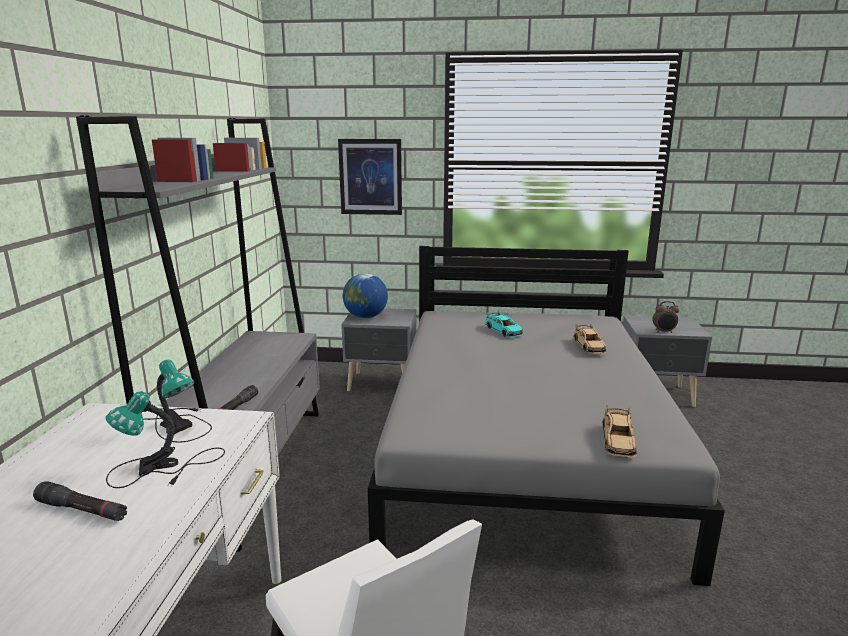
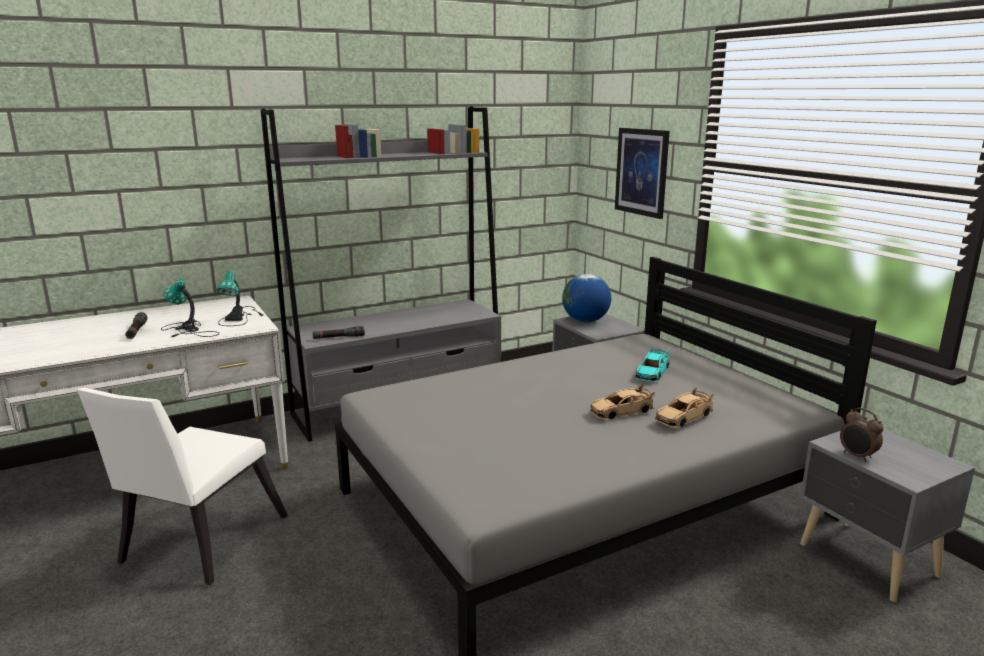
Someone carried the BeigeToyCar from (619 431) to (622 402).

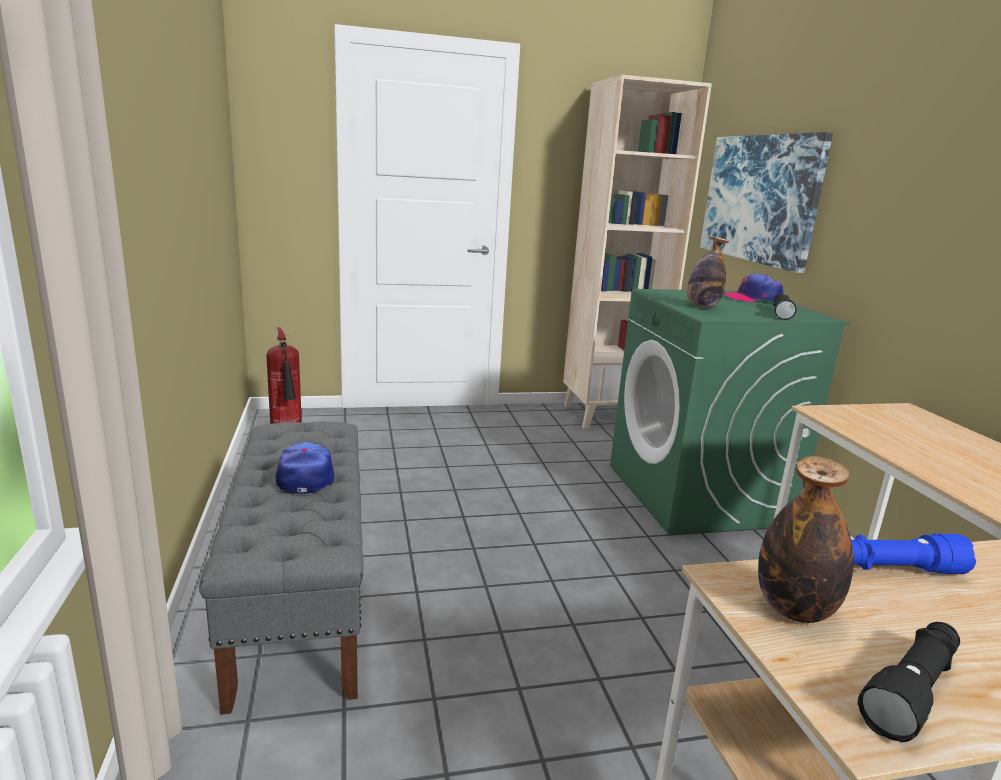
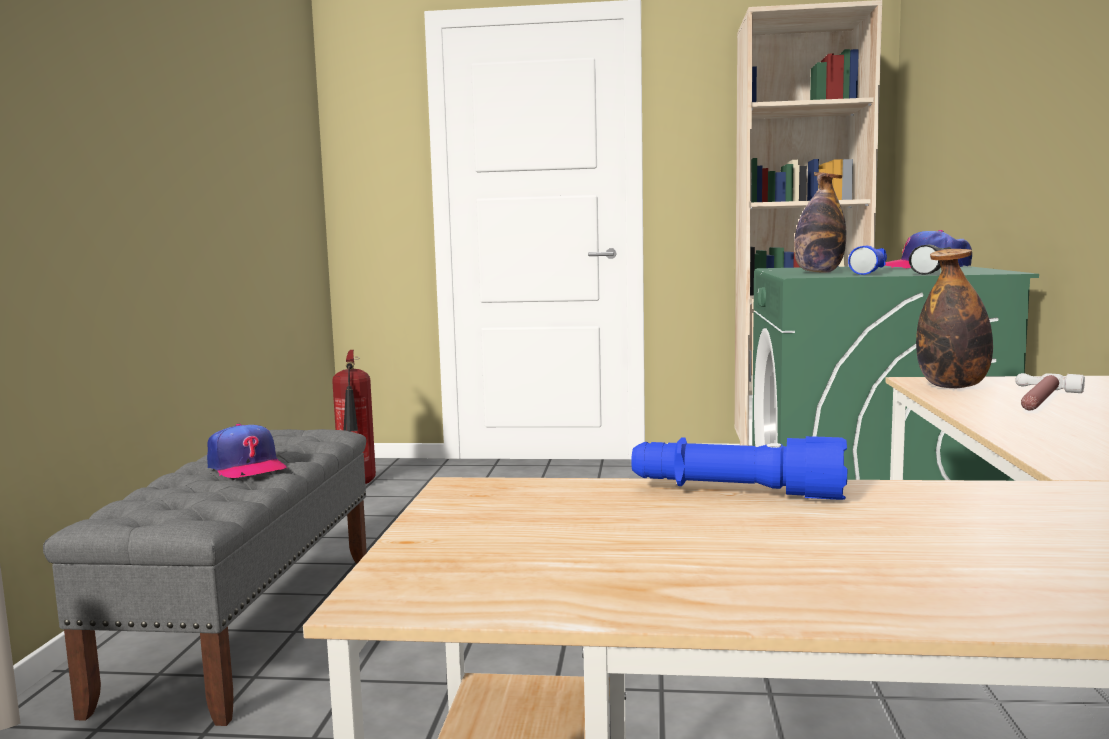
Someone took away the WallPicture at (766 202). Someone rotated the Cap at (305 468) by 135 degrees clockwise. Someone carried the BeverageBottle from (805 539) to (954 318). Someone took away the BlackColouredTorch at (908 682). Someone put down the BlueColouredTorch at (867 260). Someone put down the Hammer at (1050 391).

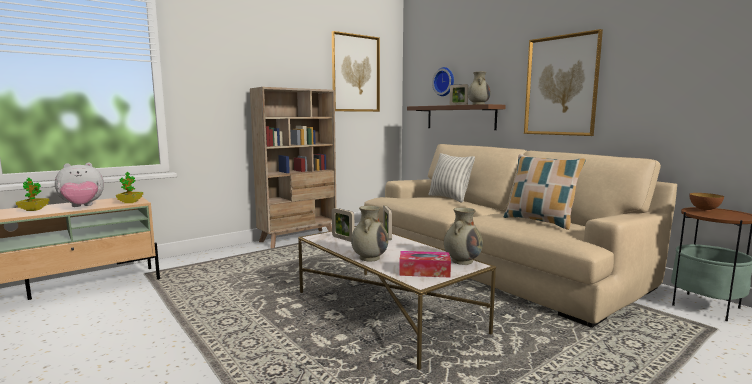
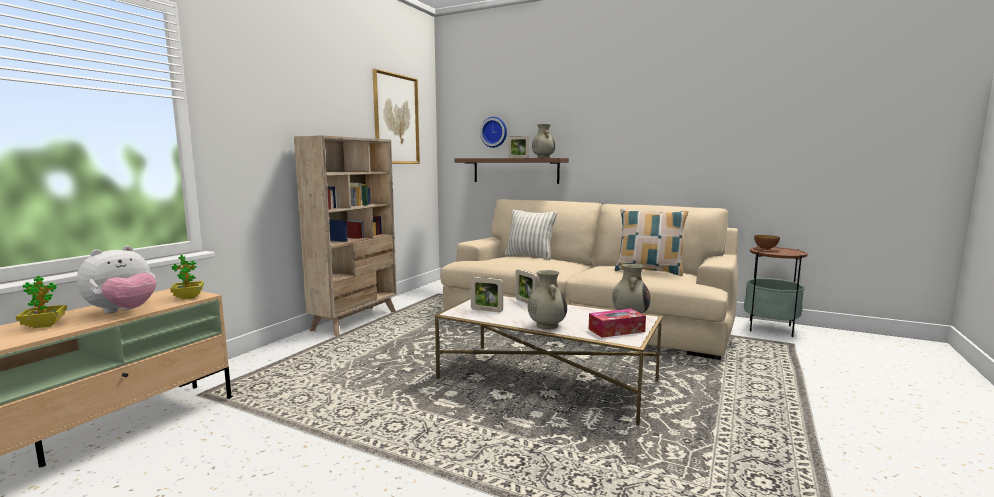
Someone took away the WallPicture at (563 82).

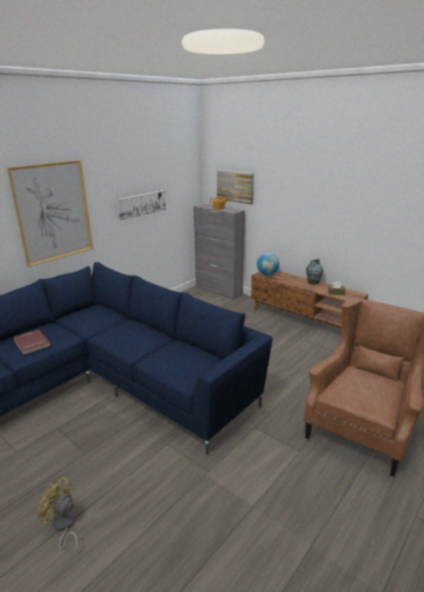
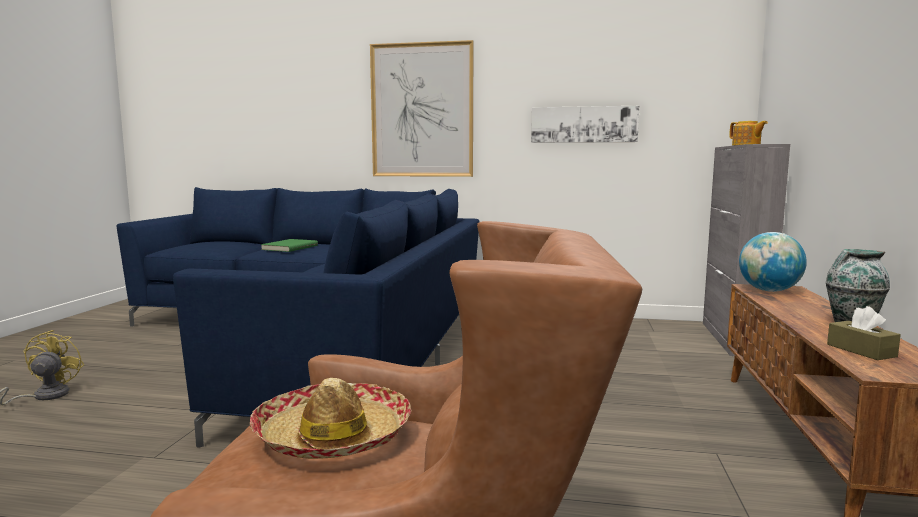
Someone took away the WallPicture at (235 187). Someone repainted the RedVolume at (32 342), which became the GreenishVolume at (289 245). Someone put down the ClothingHat at (330 418).

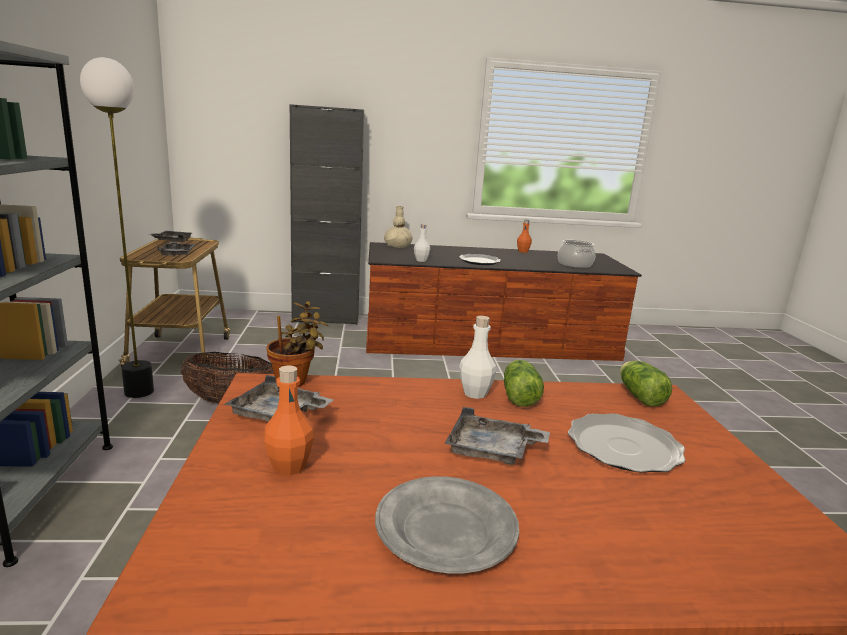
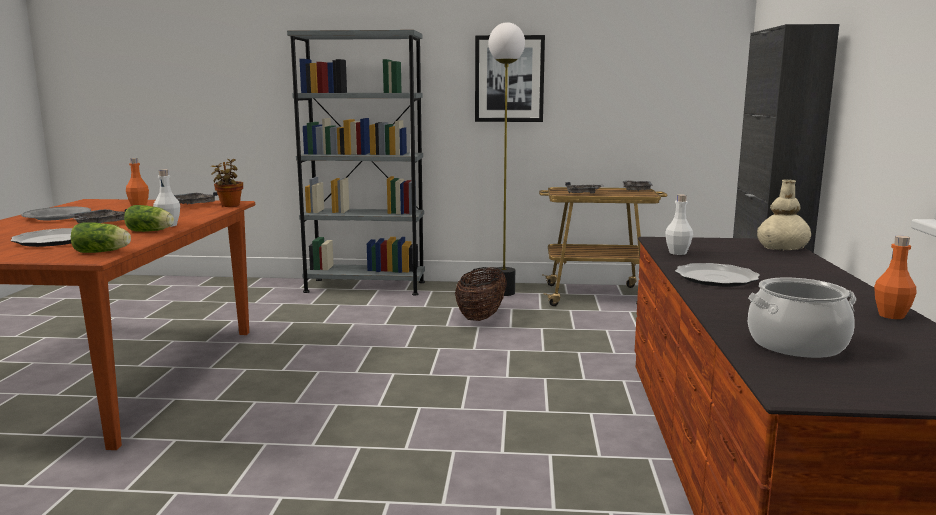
Someone put up the WallPicture at (510 78).

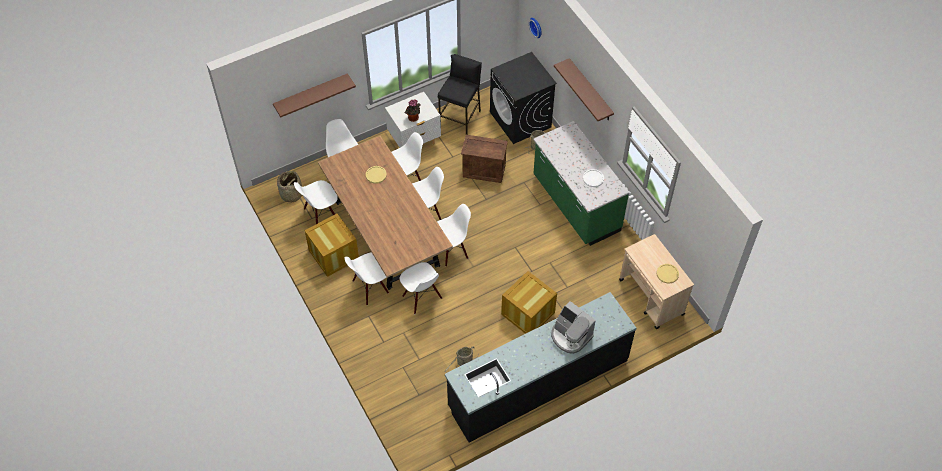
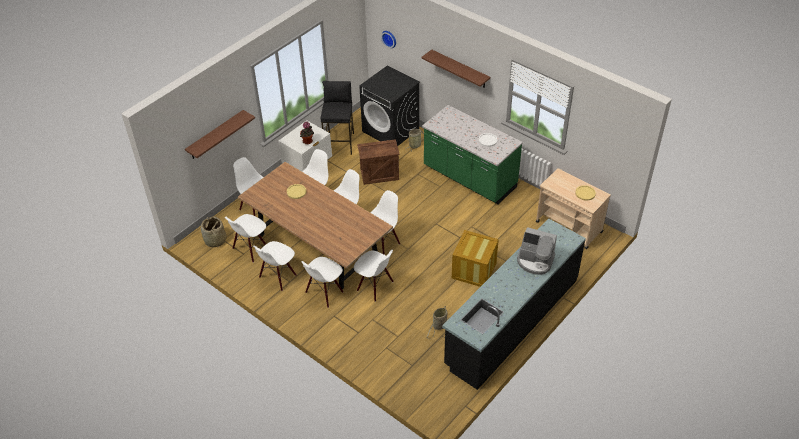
Someone swapped the Crate at (331 245) for the WhitishChair at (275 266).

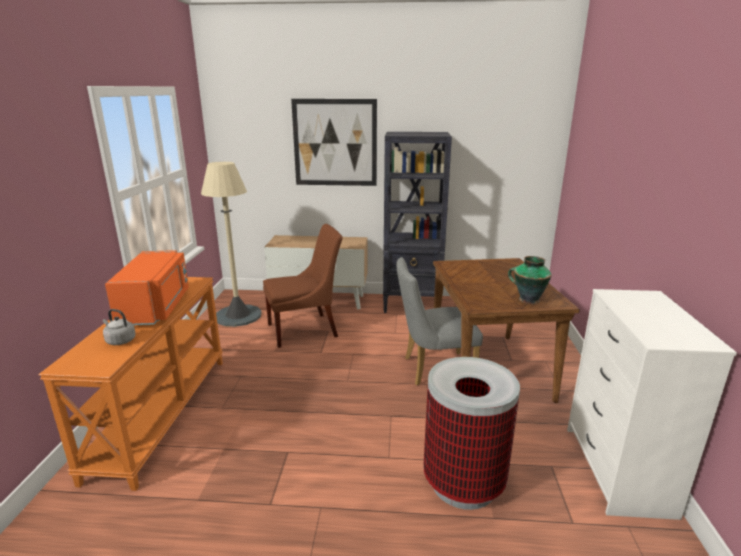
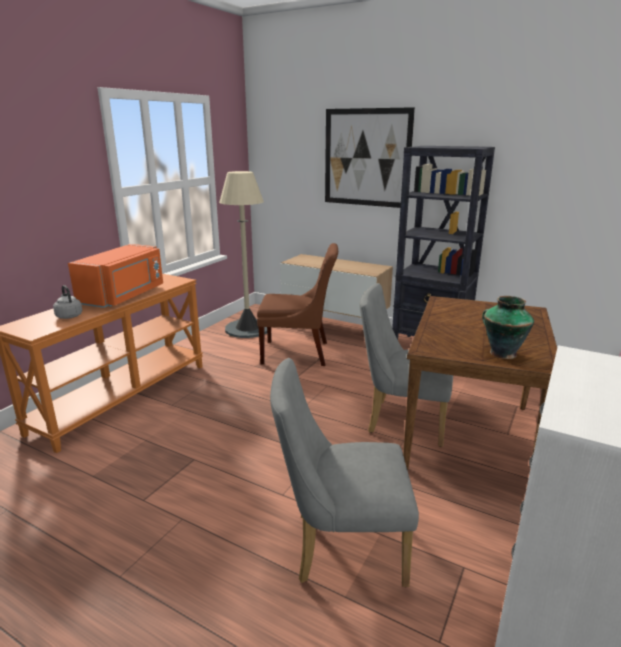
Someone swapped the WasteBin at (471 433) for the GreyishChair at (344 472).

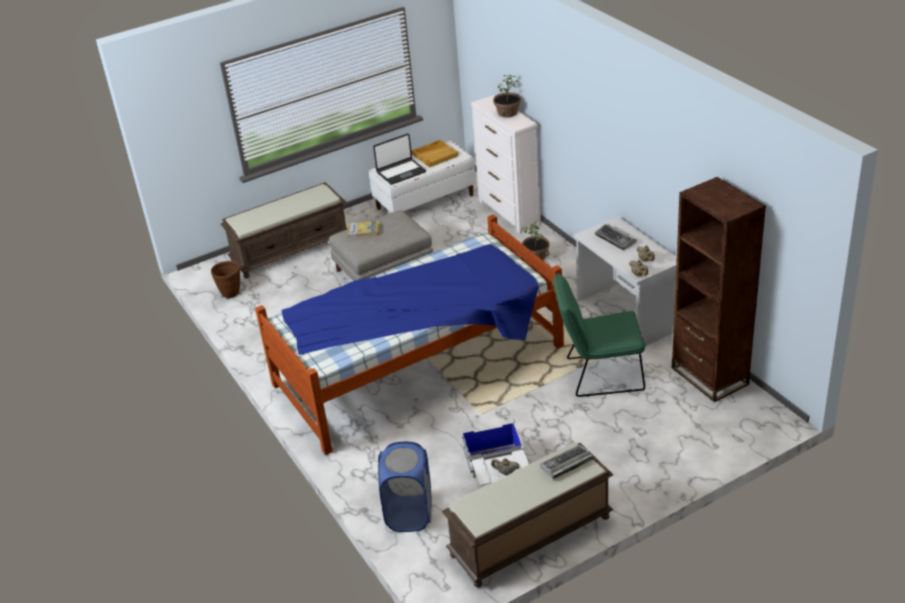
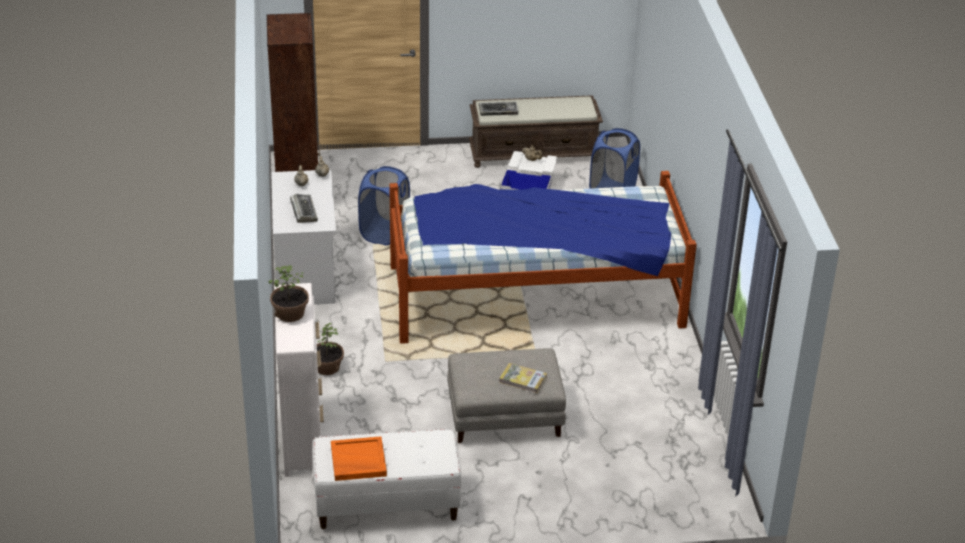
Someone took away the NotebookComputer at (399 159). Someone repainted the BeigeTray at (434 153), which became the OrangeTray at (359 458). Someone took away the BrownishIndoorBench at (284 230). Someone took away the BrownishFlowerPot at (225 279). Someone swapped the GreenishChair at (599 335) for the BlueColouredHamper at (384 205).

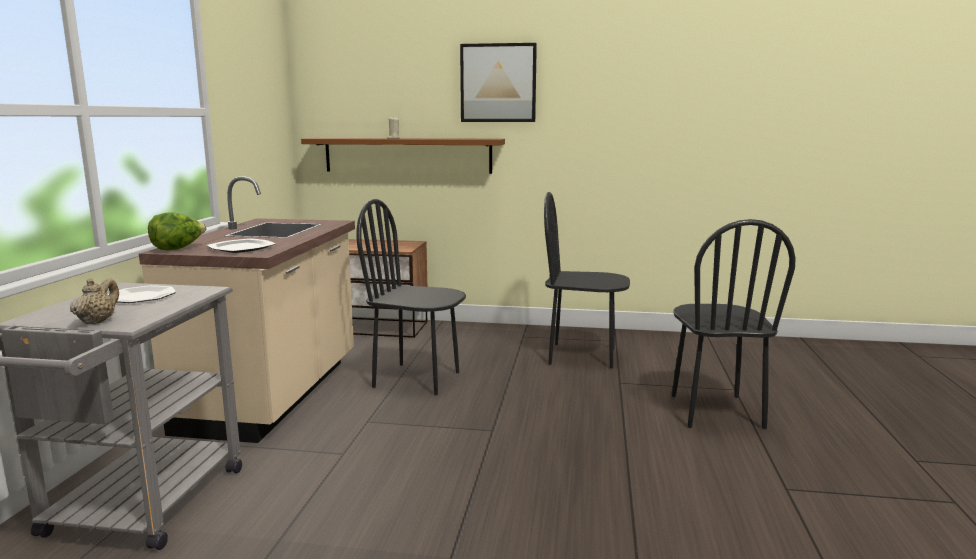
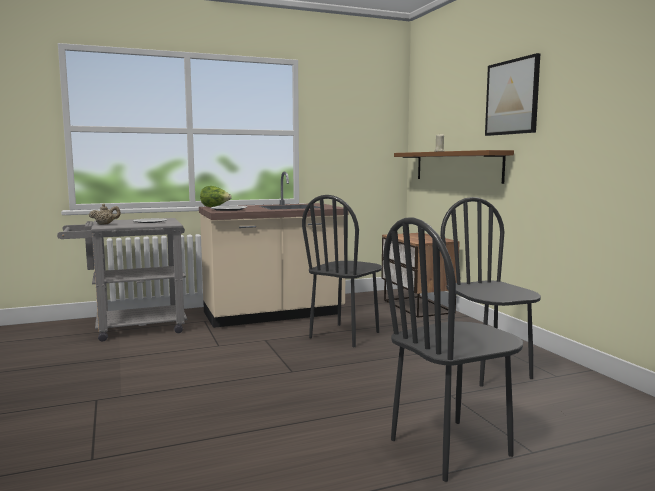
Someone rotated the BlackColouredChair at (411 297) by 135 degrees counterclockwise.

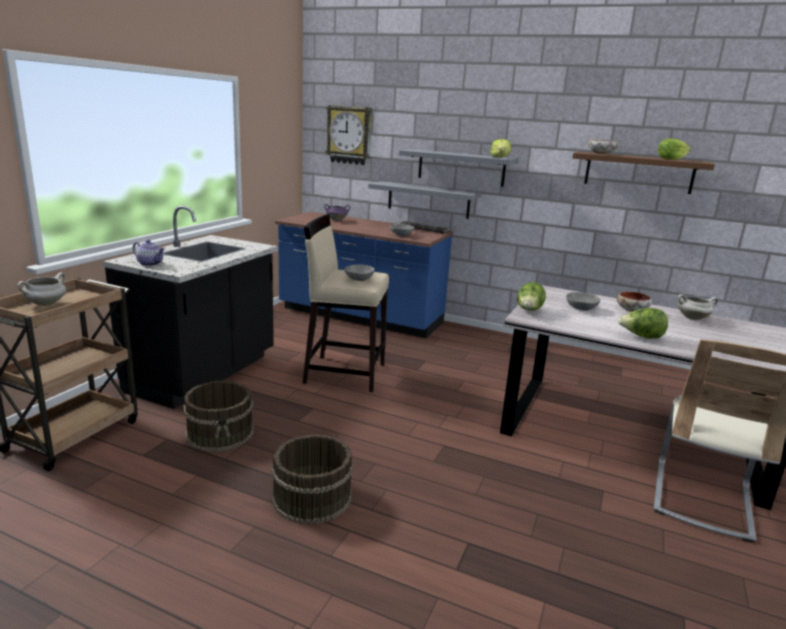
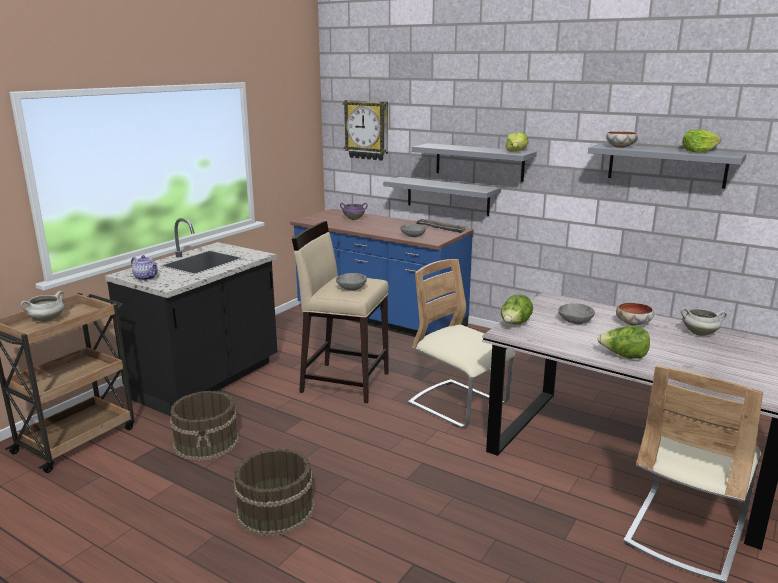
Someone repainted the BrownishWallShelf at (643 173), which became the GreyishWallShelf at (667 166). Someone put down the BeigeChair at (461 343).

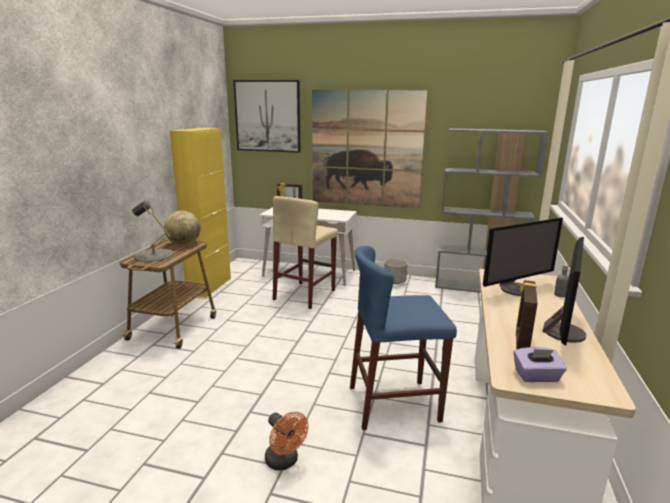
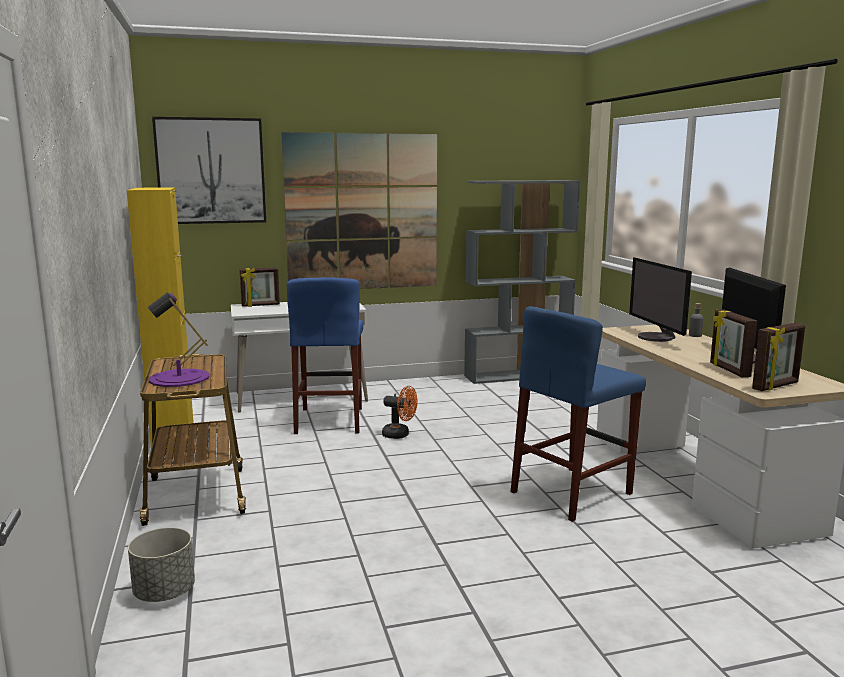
Someone repainted the BeigeStool at (305 252), which became the BlueColouredStool at (325 356). Someone repainted the GreyishTabletopLamp at (153 231), which became the PurplishTabletopLamp at (178 340). Someone took away the Globe at (182 228). Someone rotated the Monitor at (523 257) by 135 degrees clockwise. Someone carried the GreyishFlowerPot from (395 271) to (161 564). Someone swapped the PurplishTissueHolder at (540 364) for the PhotoFrame at (778 357). Someone carried the OrangeElectricFan from (287 441) to (400 412).

